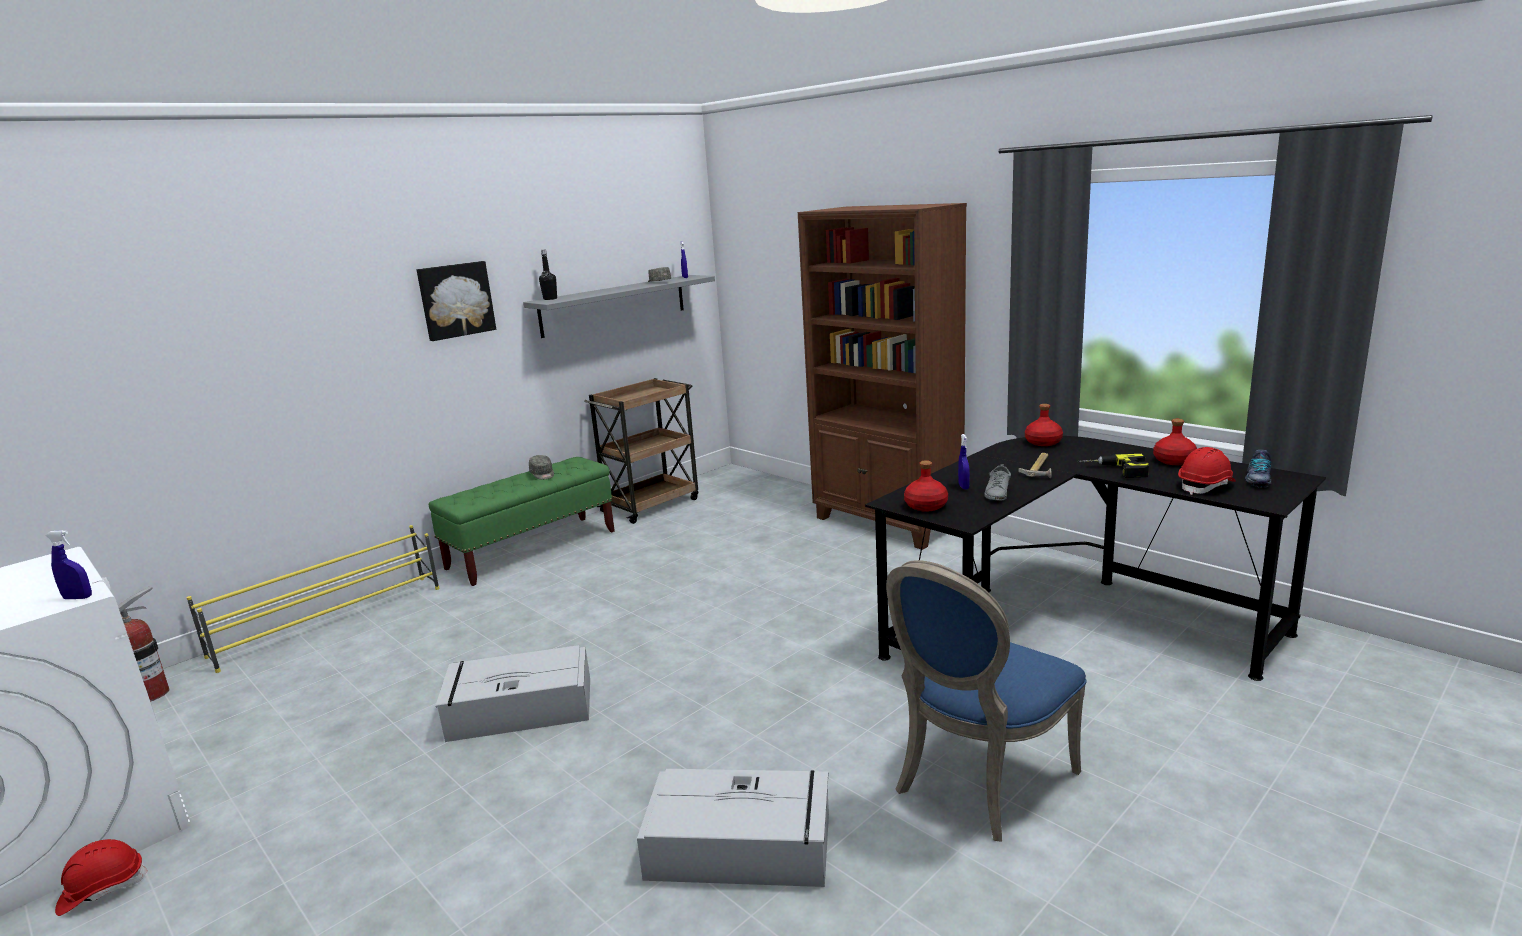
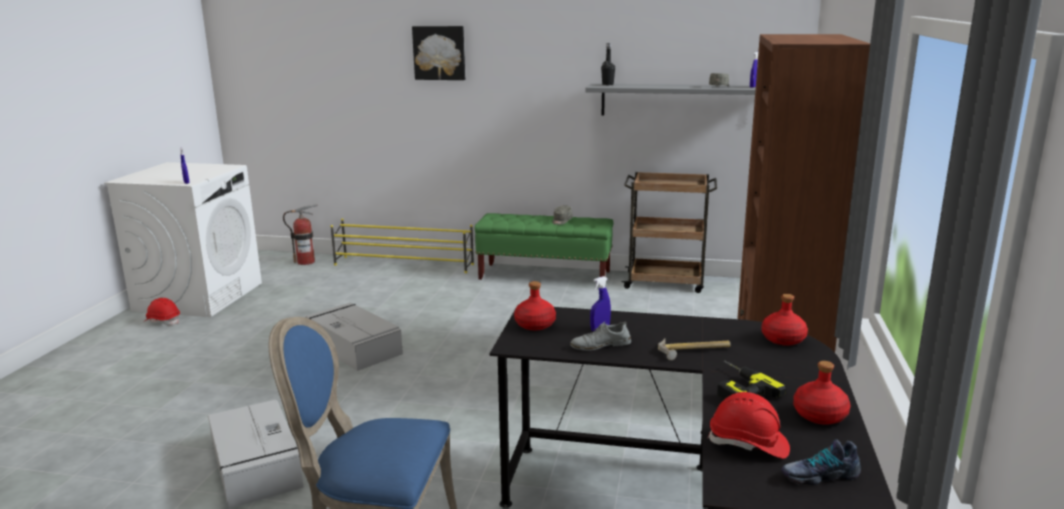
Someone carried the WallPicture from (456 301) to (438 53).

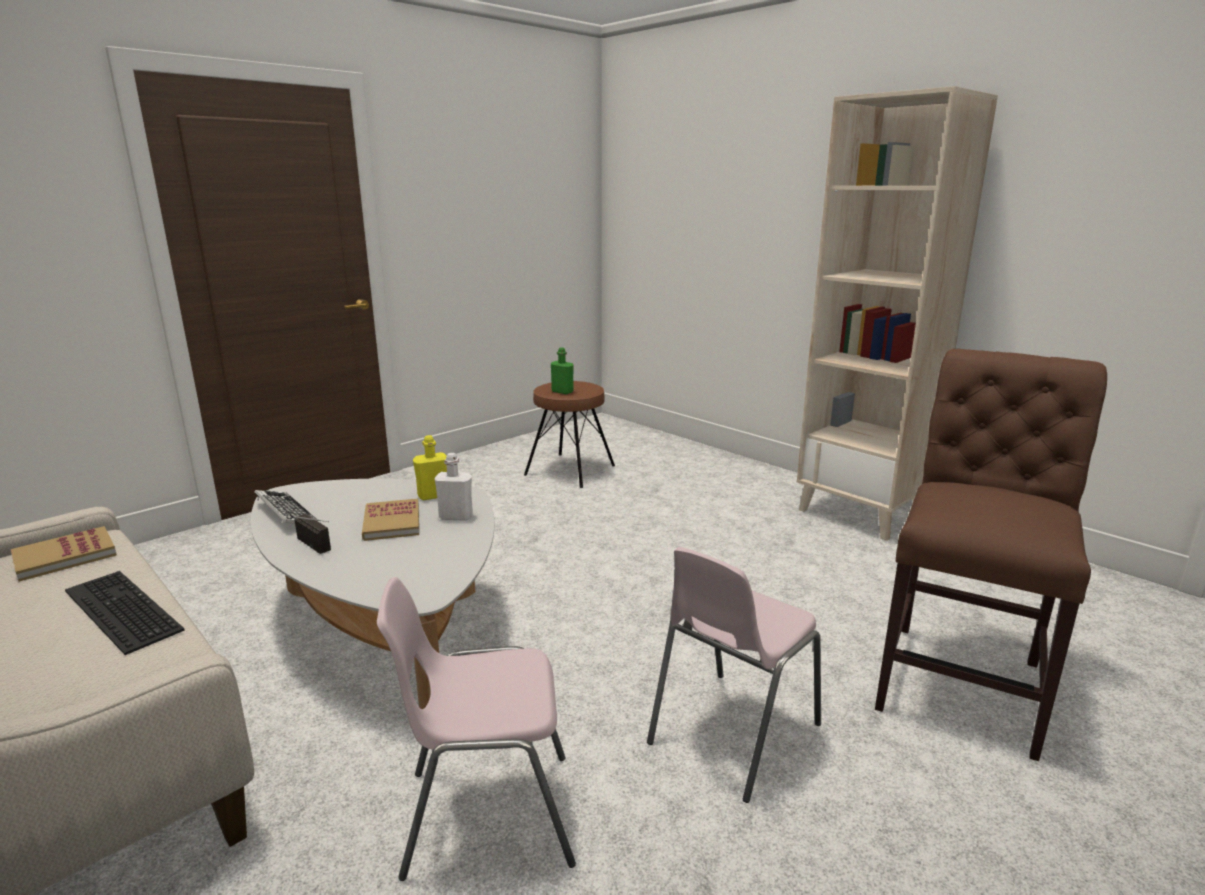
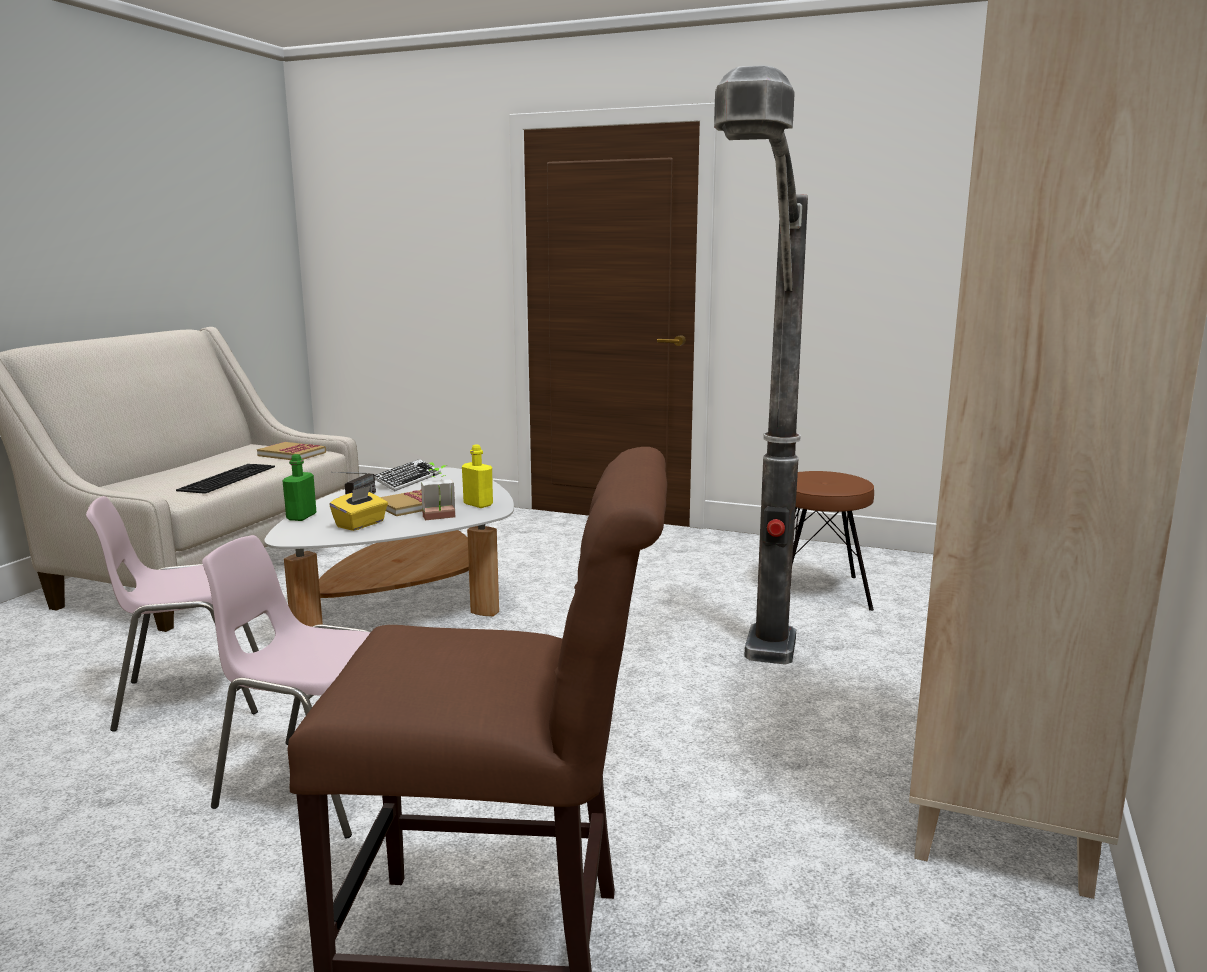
Someone carried the GreenishBeverageBottle from (562 371) to (299 487). Someone swapped the WhitishBeverageBottle at (454 487) for the PottedPlant at (438 491). Someone rotated the PinkColouredChair at (476 729) by 75 degrees counterclockwise. Someone put down the StandingLamp at (761 365). Someone put down the YellowishTissueHolder at (358 508).

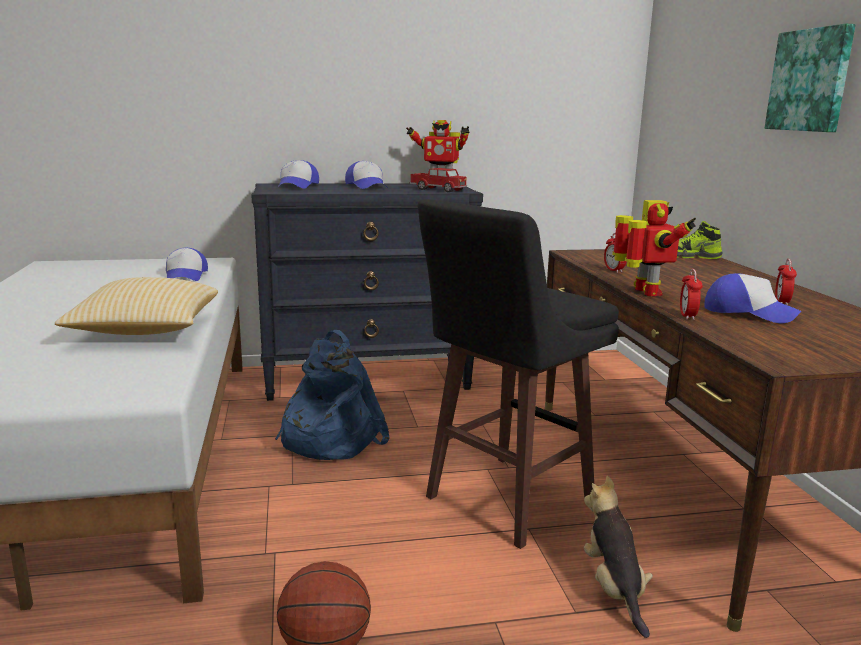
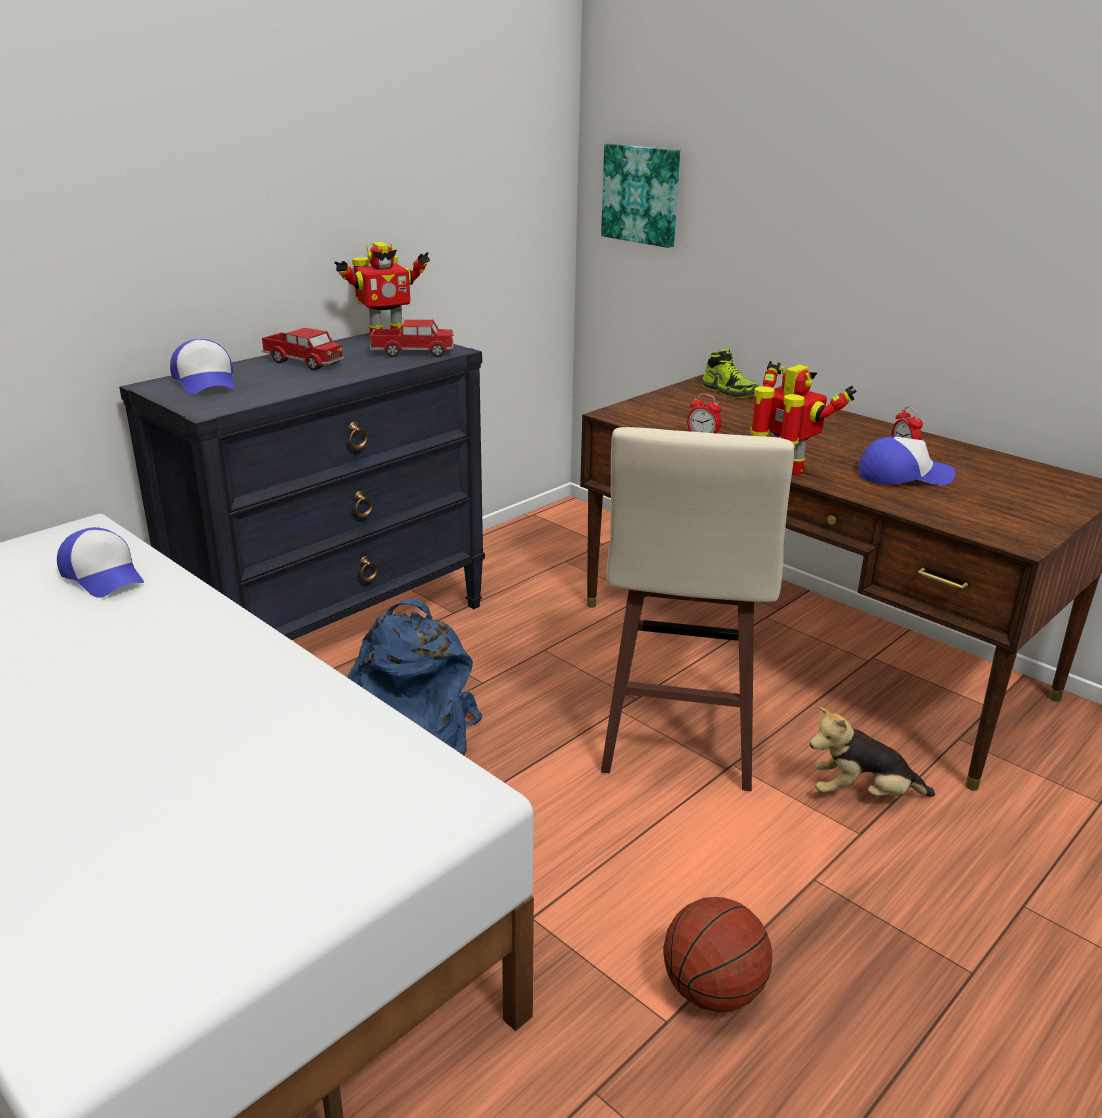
Someone carried the WallPicture from (810 78) to (640 195). Someone swapped the Cap at (366 175) for the ToyTruck at (303 349). Someone repainted the BlackColouredStool at (518 374), which became the BeigeStool at (697 609). Someone rotated the ItemOfFootwear at (700 240) by 105 degrees counterclockwise. Someone took away the AlarmClock at (691 294). Someone took away the Cushion at (136 306). Someone rotated the CuddlyToy at (618 557) by 45 degrees counterclockwise.

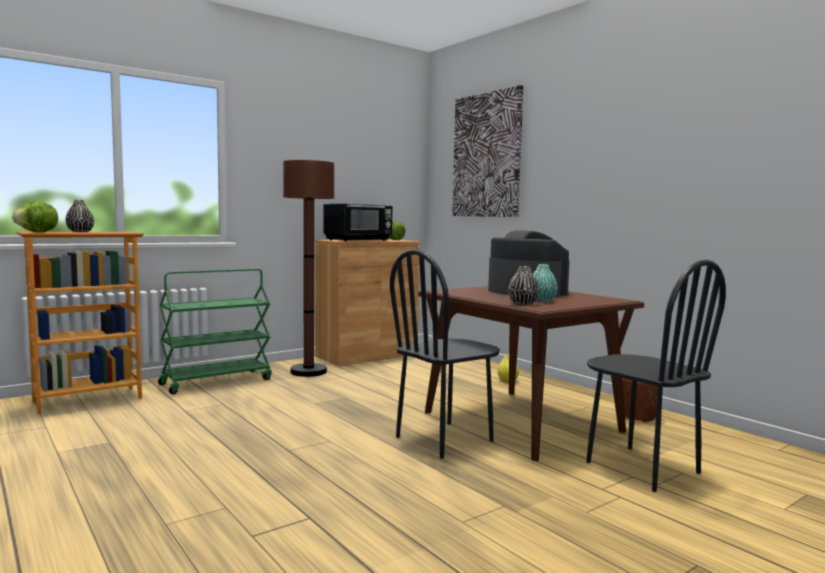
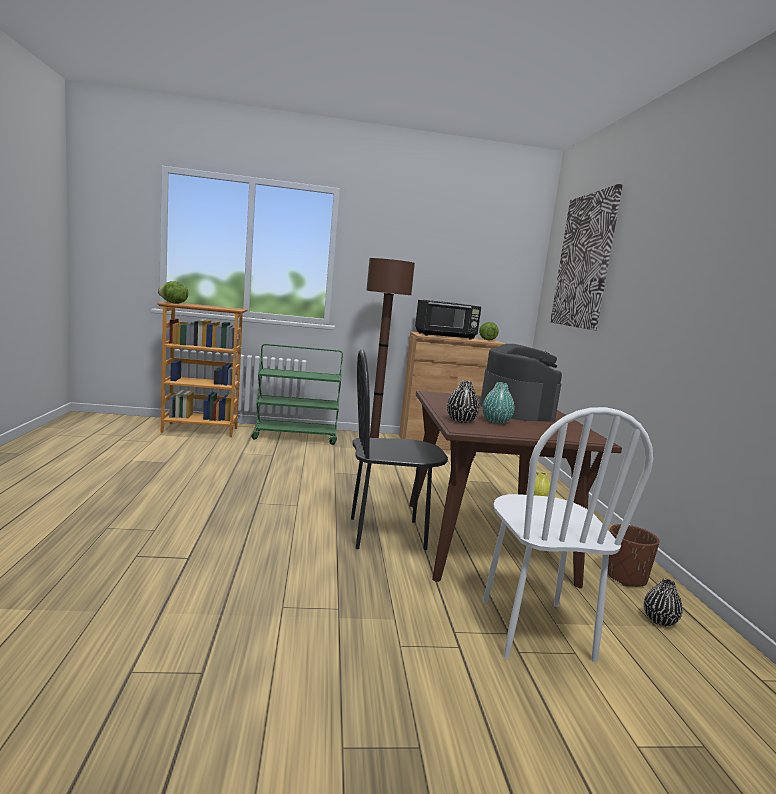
Someone carried the BlackColouredDecorativeVase from (79 216) to (663 602). Someone repainted the BlackColouredChair at (656 376), which became the WhitishChair at (568 535).

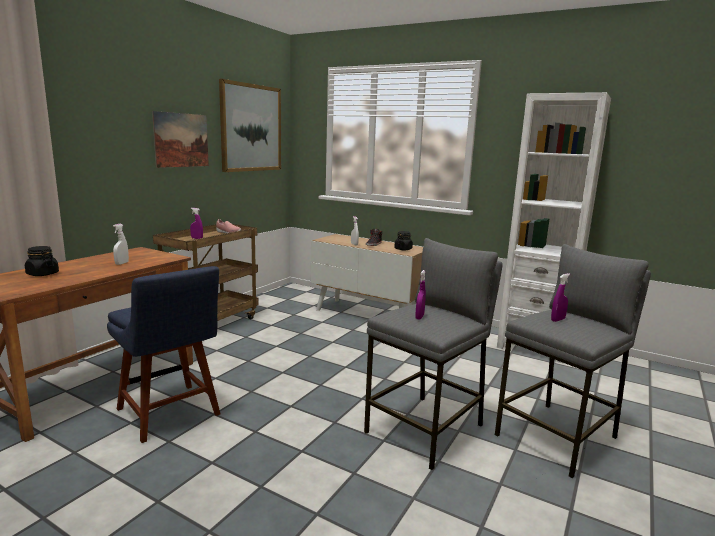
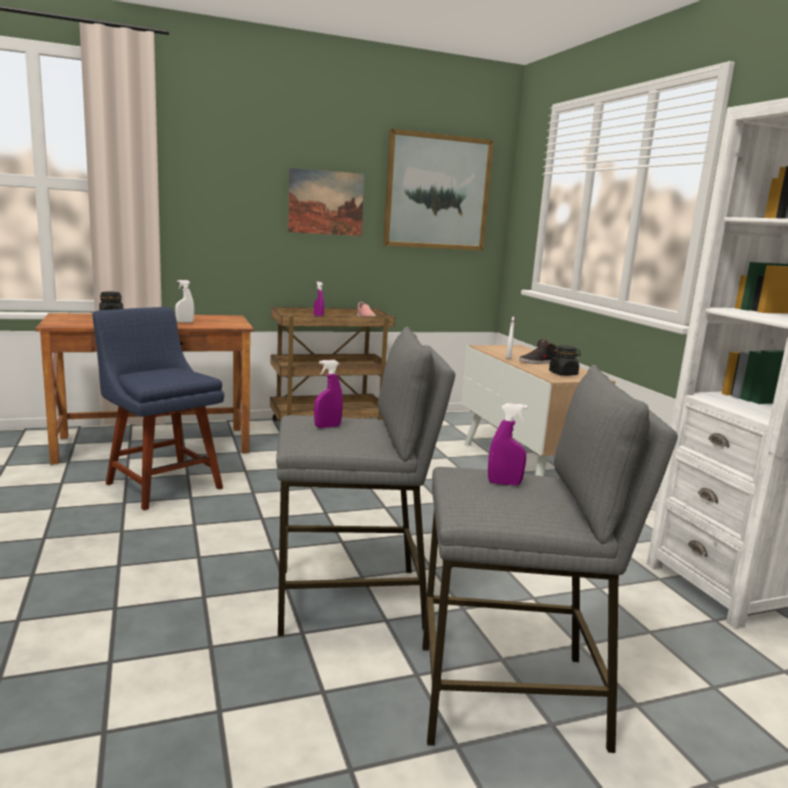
Someone rotated the BlueColouredChair at (164 354) by 135 degrees clockwise.

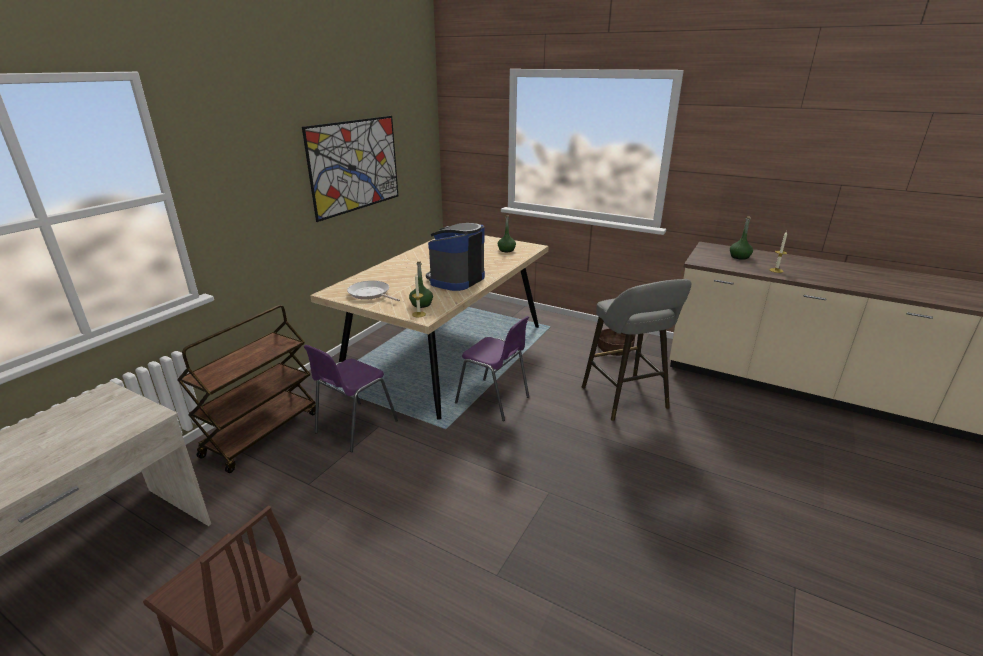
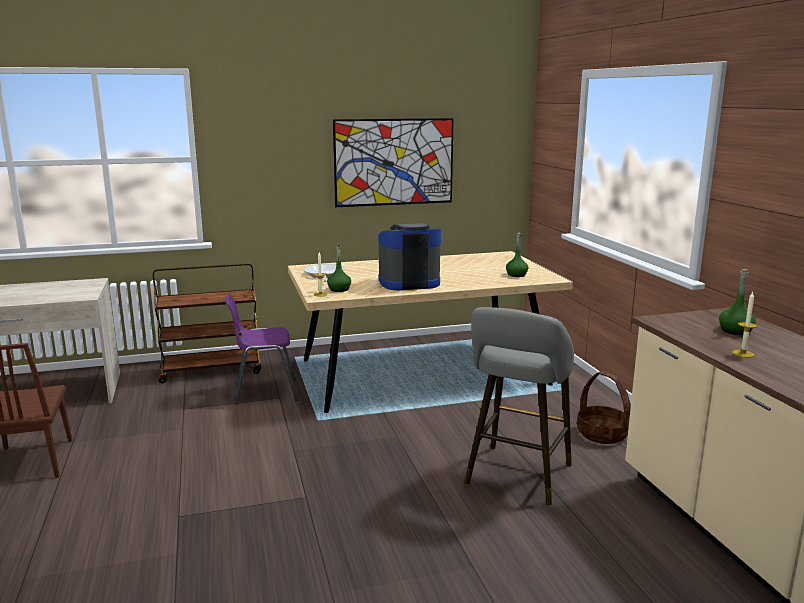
Someone took away the PurplishChair at (492 368).

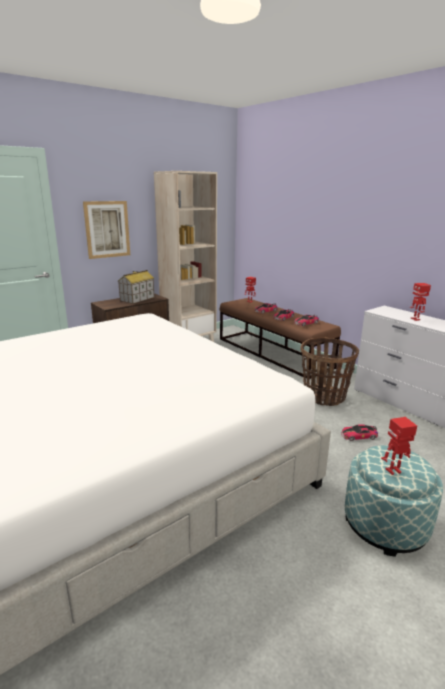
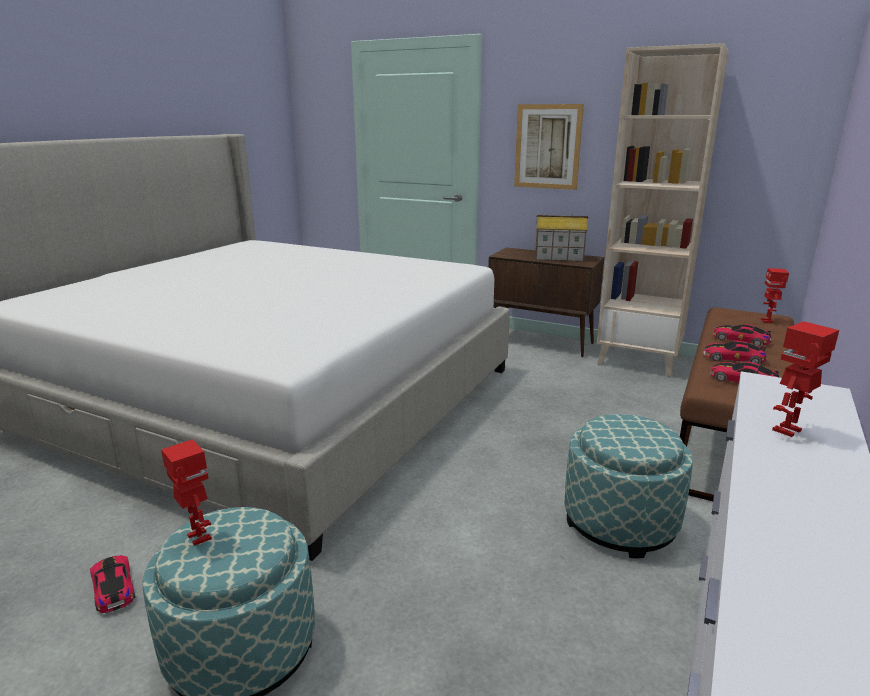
Someone swapped the Basket at (329 372) for the Footrest at (628 486). Someone carried the ToyCar from (359 432) to (113 584).

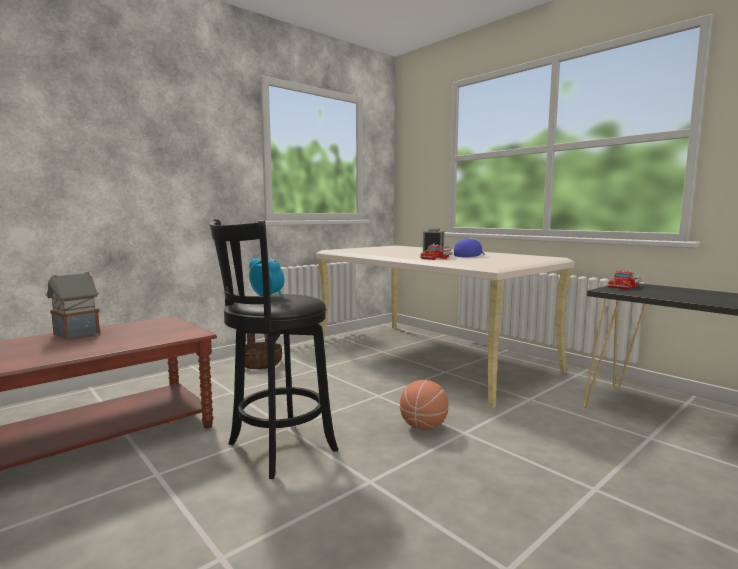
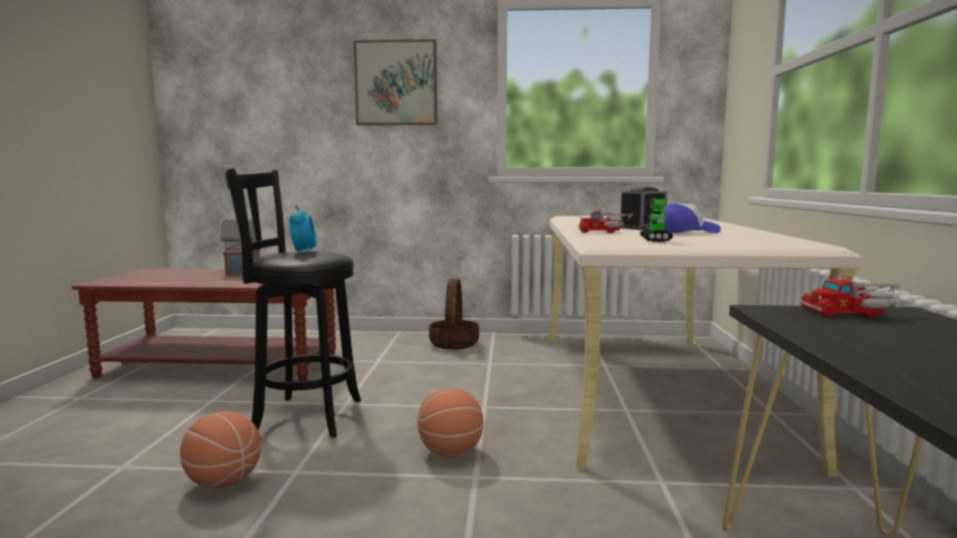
Someone put up the WallPicture at (395 82). Someone put down the RobotFigure at (656 220). Someone put down the Basketball at (220 449).

